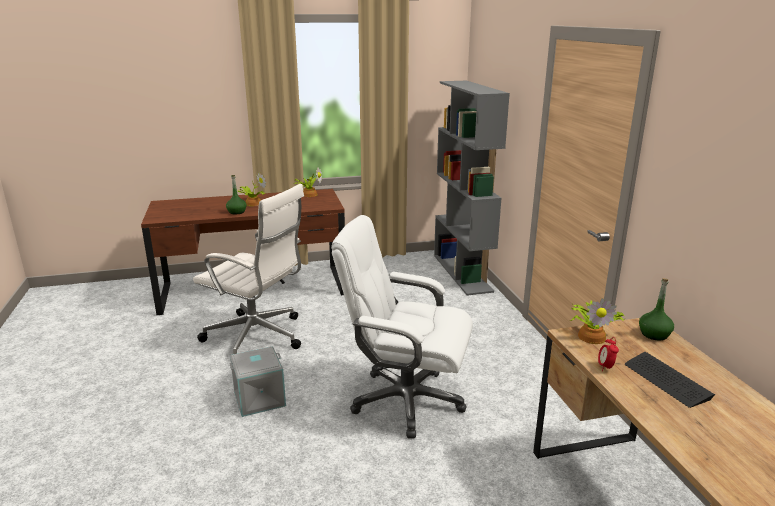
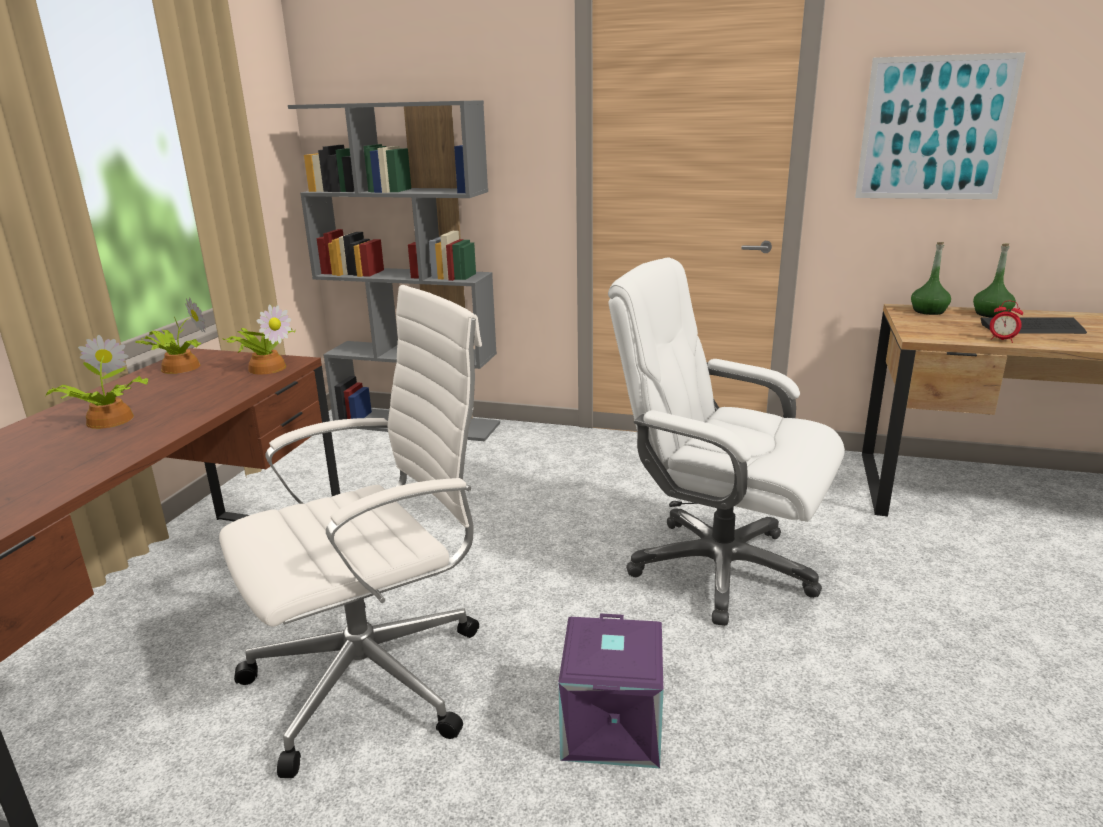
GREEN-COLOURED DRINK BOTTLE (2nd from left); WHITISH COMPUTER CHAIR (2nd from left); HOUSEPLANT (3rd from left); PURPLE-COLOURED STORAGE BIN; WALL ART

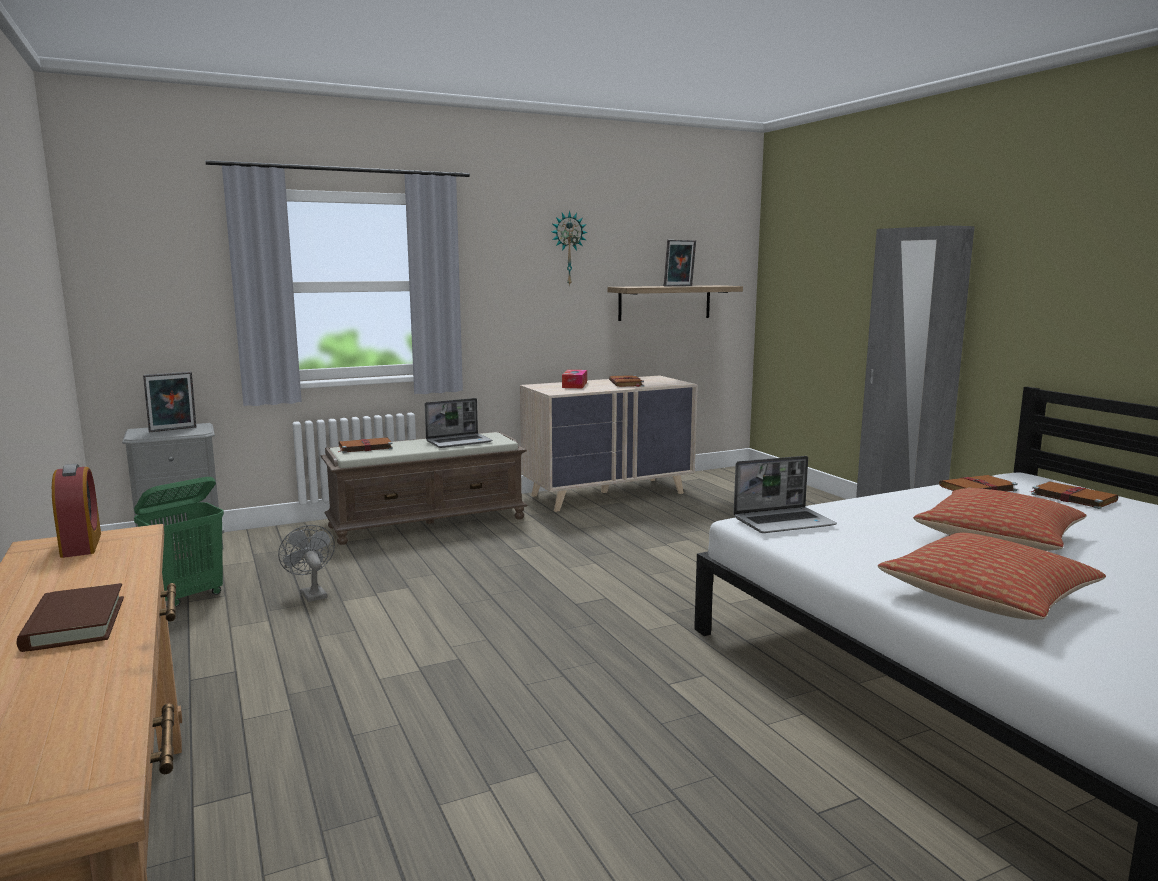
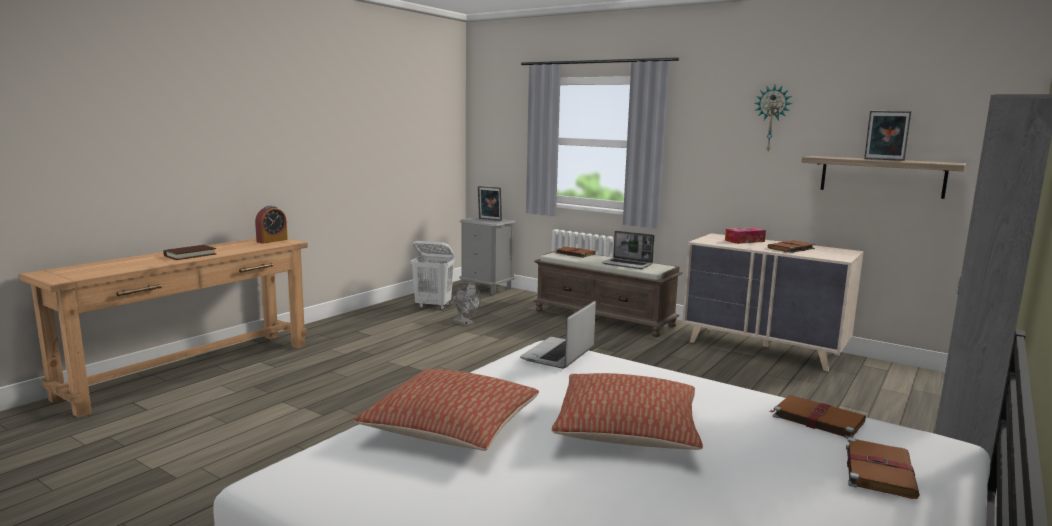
LAPTOP (1st from left); WHITISH LAUNDRY BASKET; GREY COOLING FAN

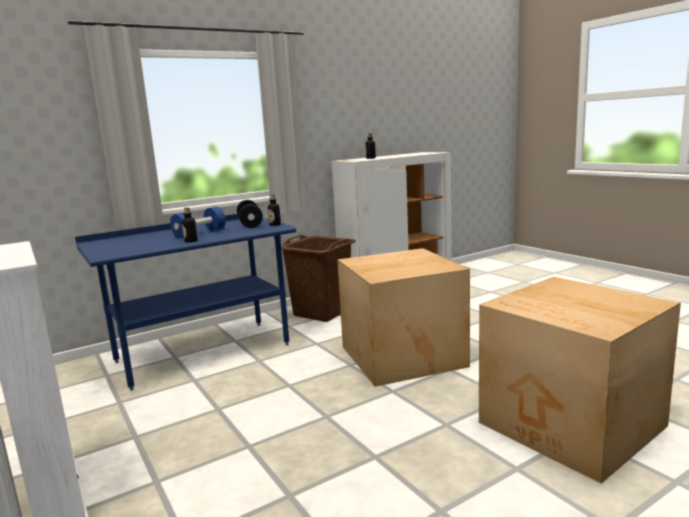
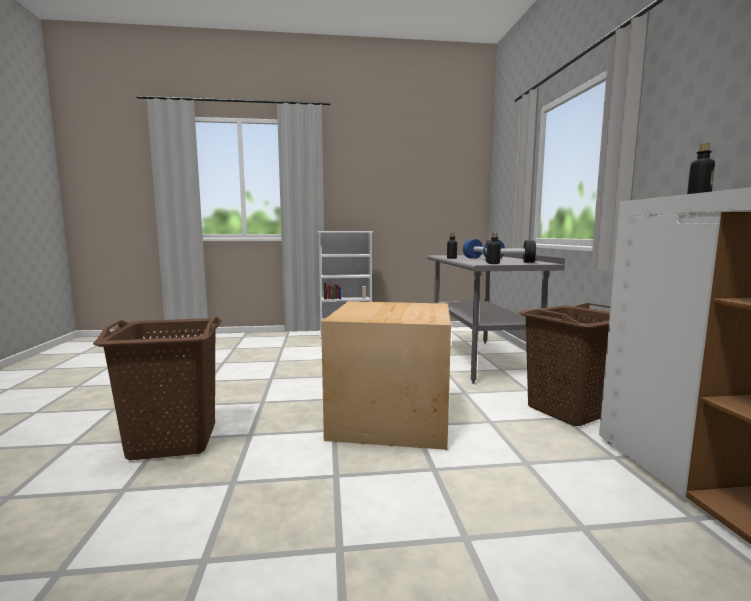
GREY DESK; BROWNISH LAUNDRY BASKET (1st from left)

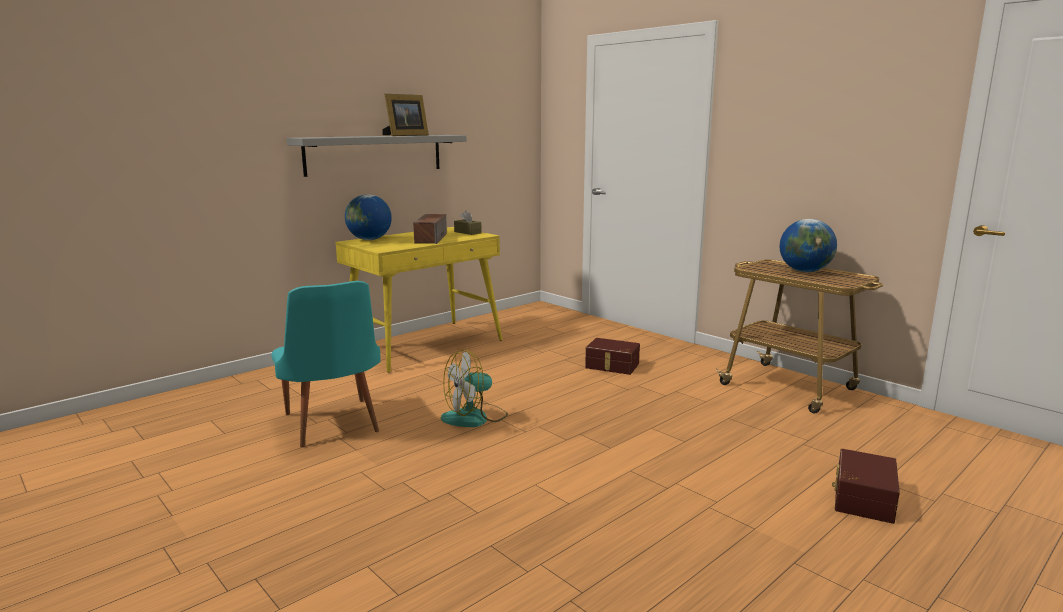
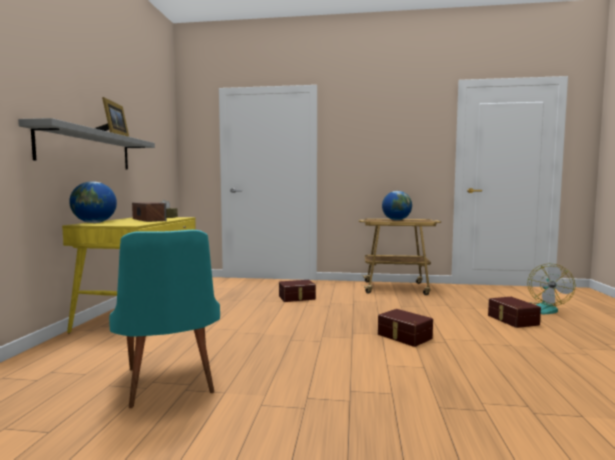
TURQUOISE CHAIR; COOLING FAN; BROWNISH STORAGE BIN (2nd from left)

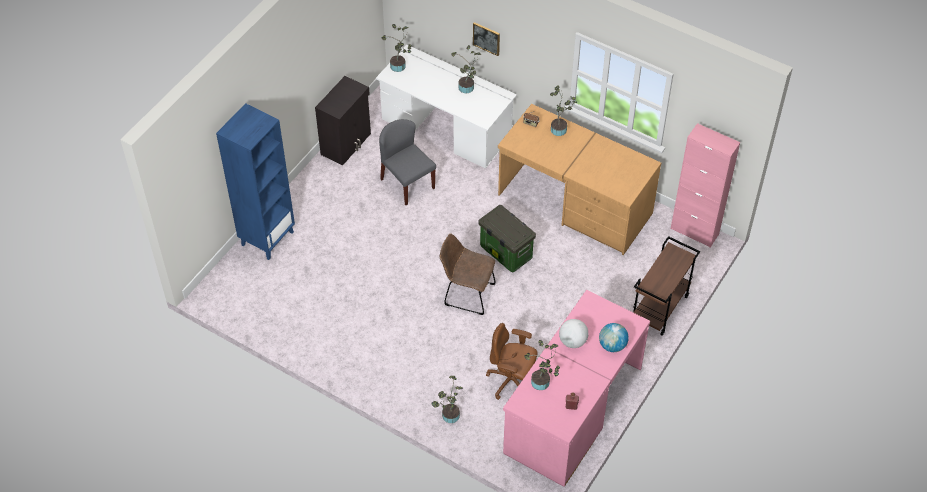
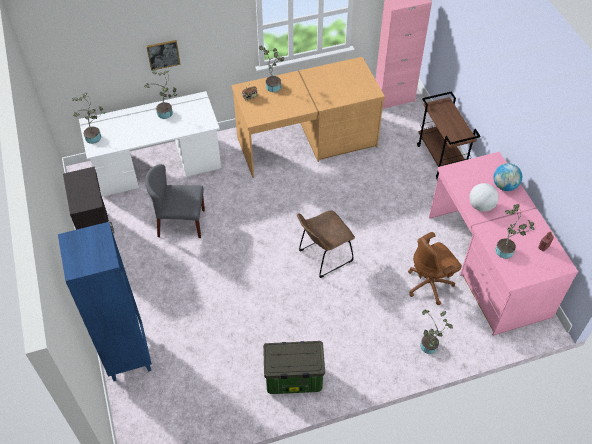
STORAGE BIN

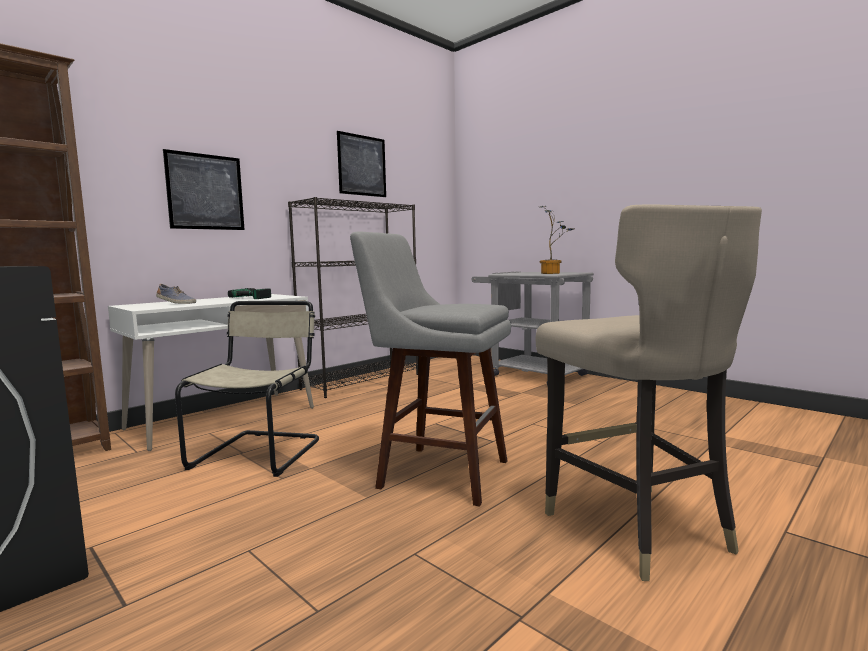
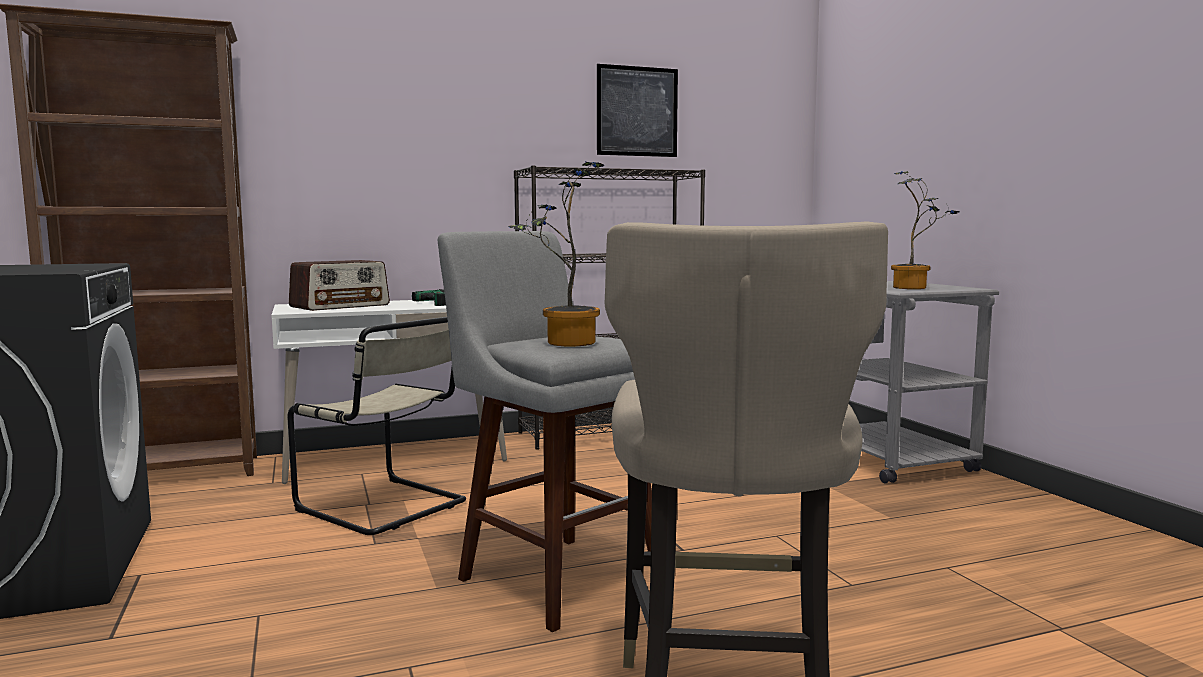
WALL ART (1st from left in the first image); RADIO SET; BEIGE CHAIR; HOUSEPLANT (1st from left)

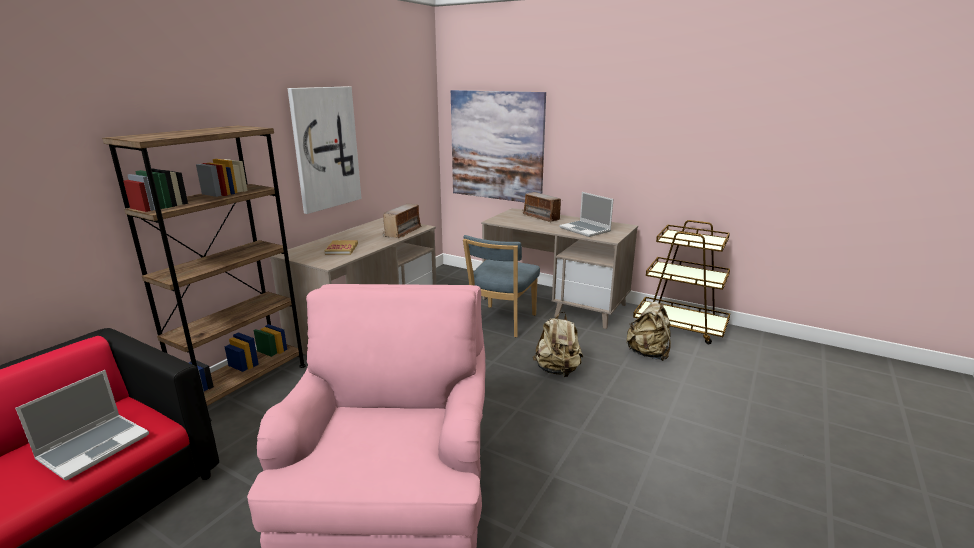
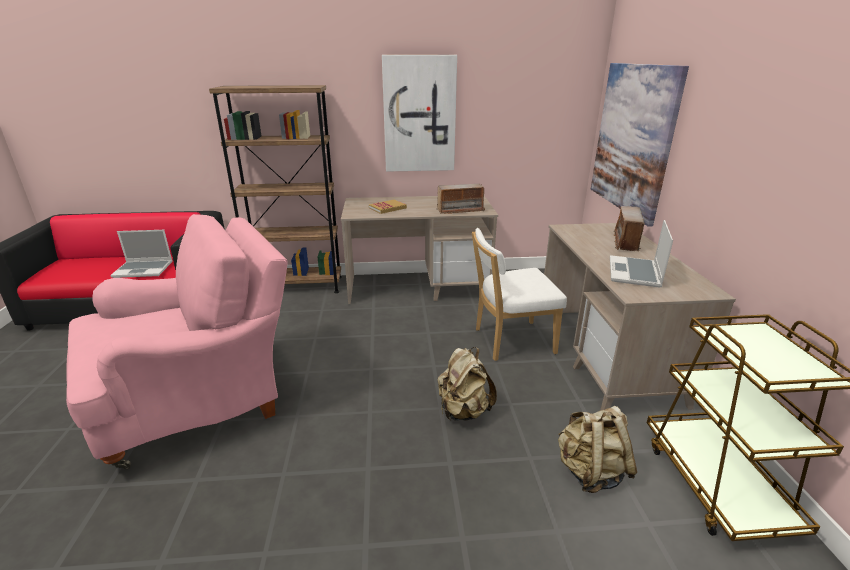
WHITISH CHAIR

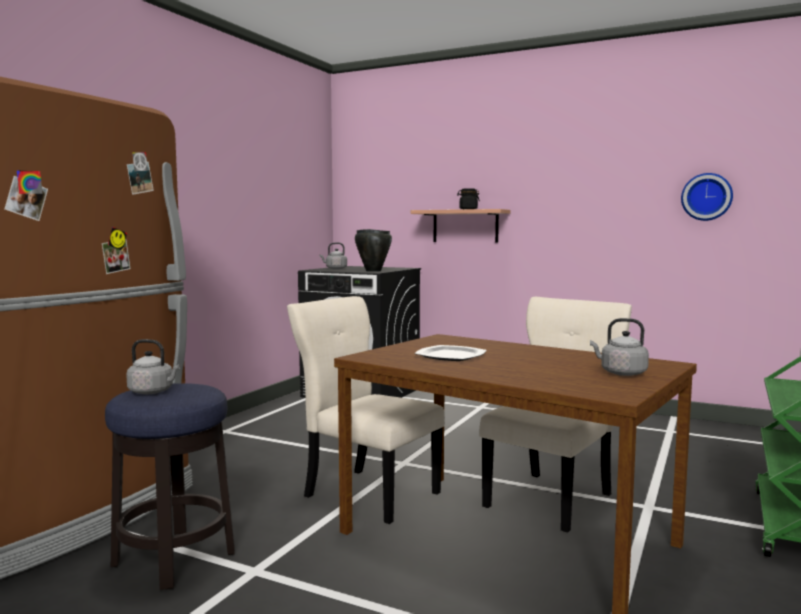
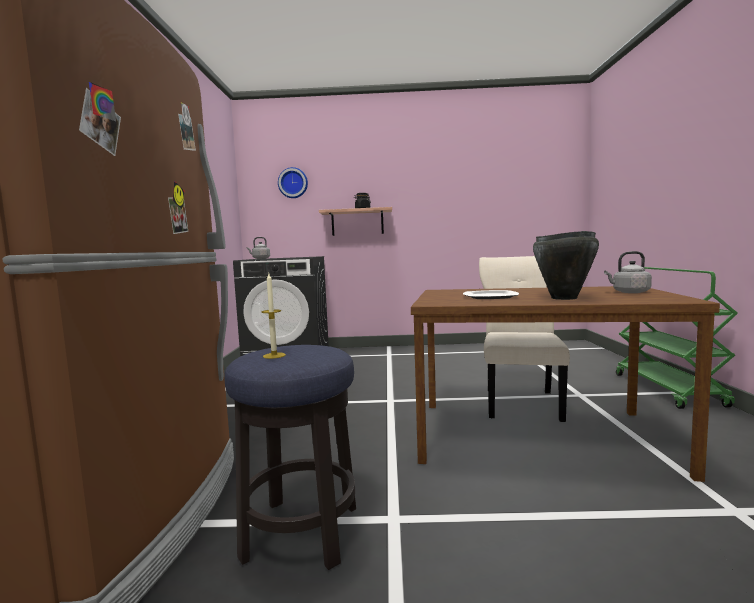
WALL CLOCK; BLACK-COLOURED STOCKPOT; BEIGE CHAIR (1st from left in the first image); WAX LIGHT

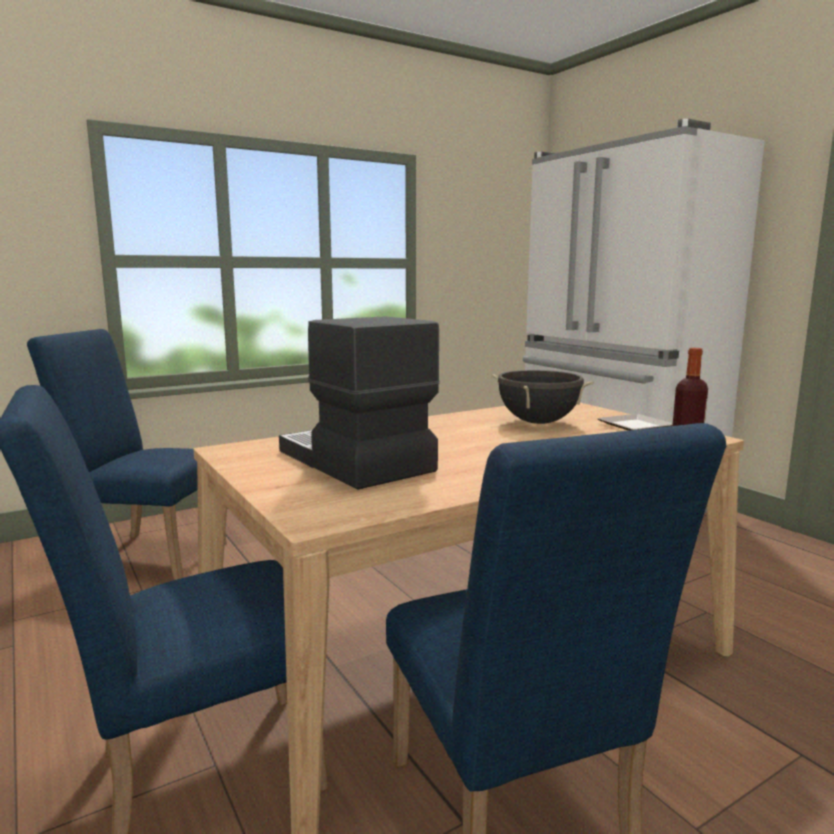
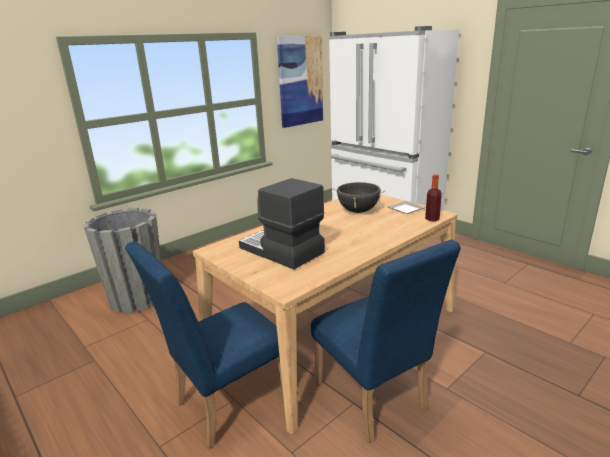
GREY PLANTER; WALL ART

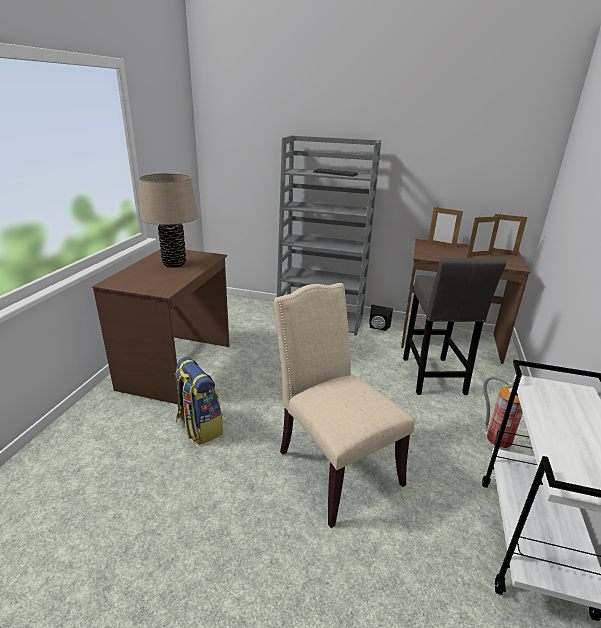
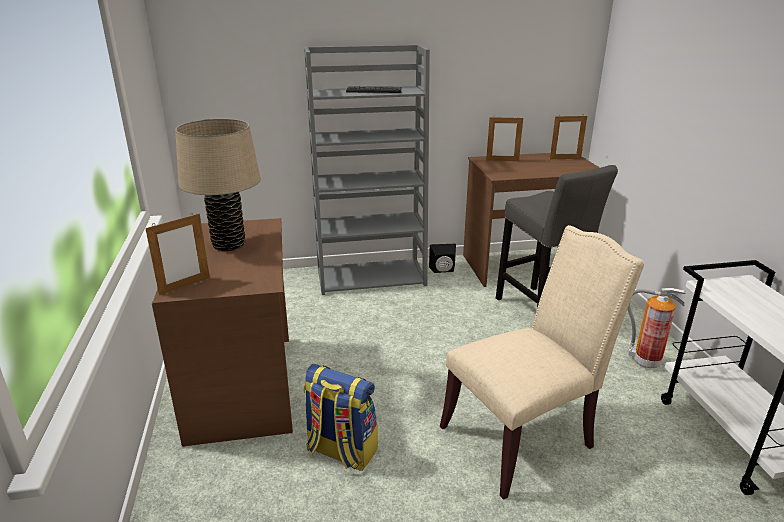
PHOTO FRAME (1st from left); BEIGE CHAIR

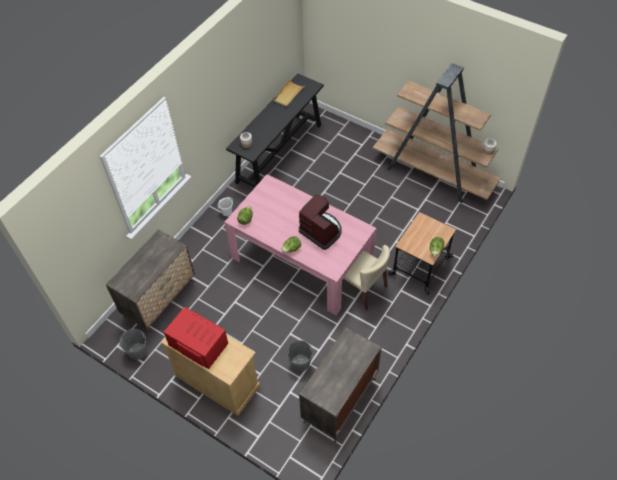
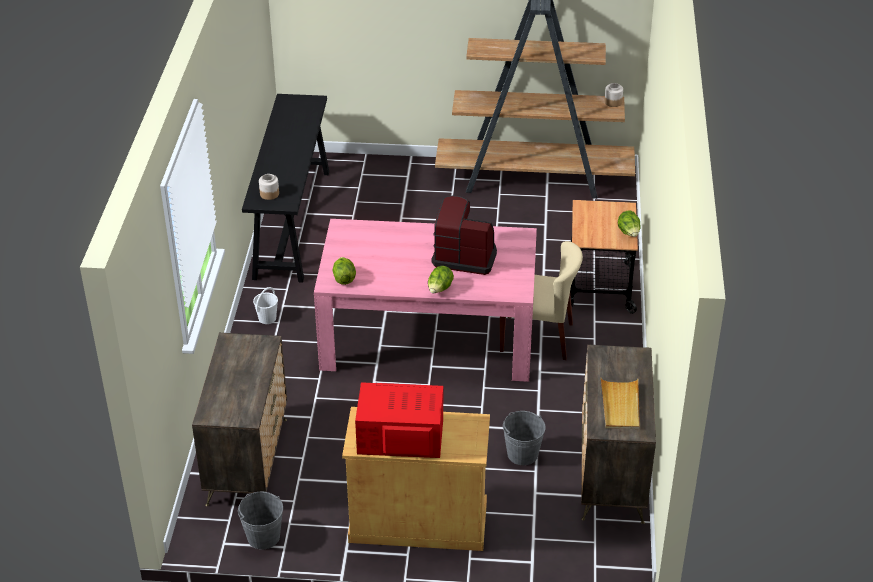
BEIGE CARRYING TRAY

